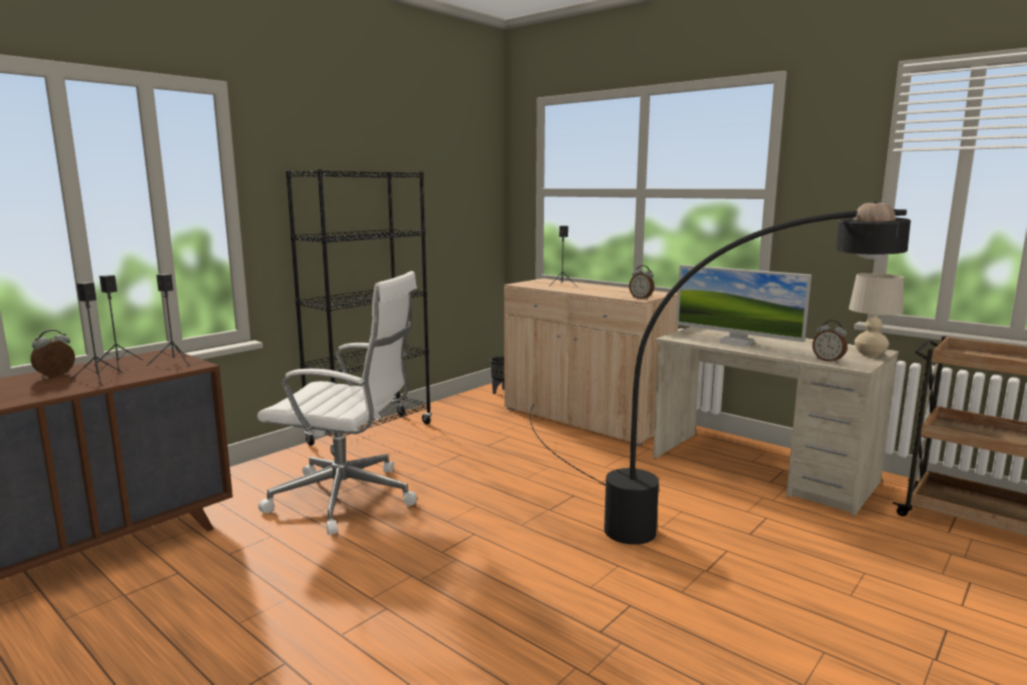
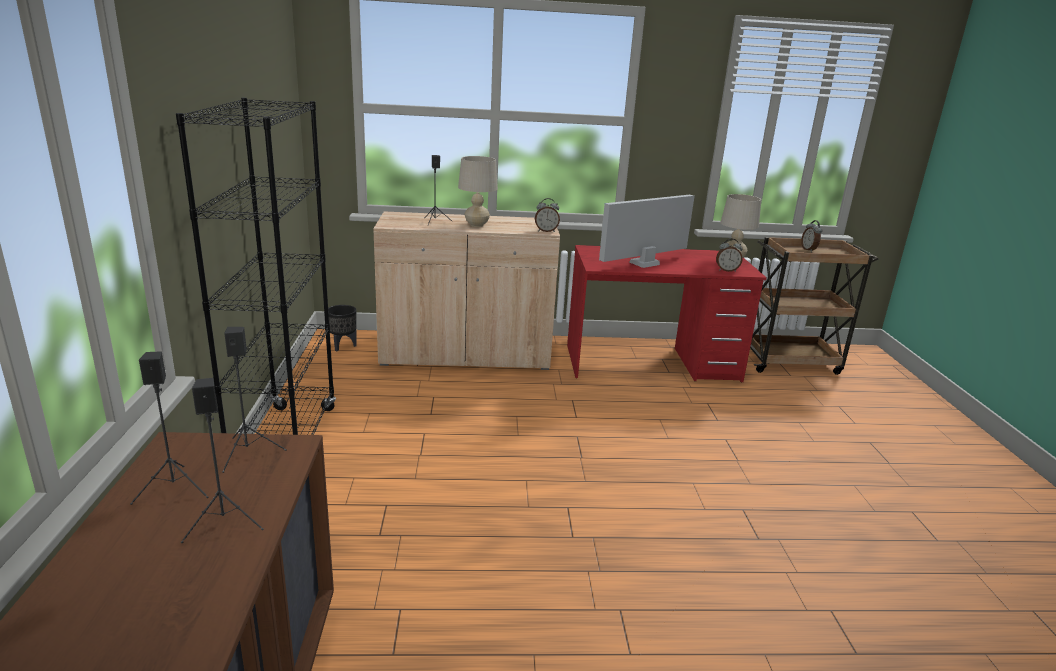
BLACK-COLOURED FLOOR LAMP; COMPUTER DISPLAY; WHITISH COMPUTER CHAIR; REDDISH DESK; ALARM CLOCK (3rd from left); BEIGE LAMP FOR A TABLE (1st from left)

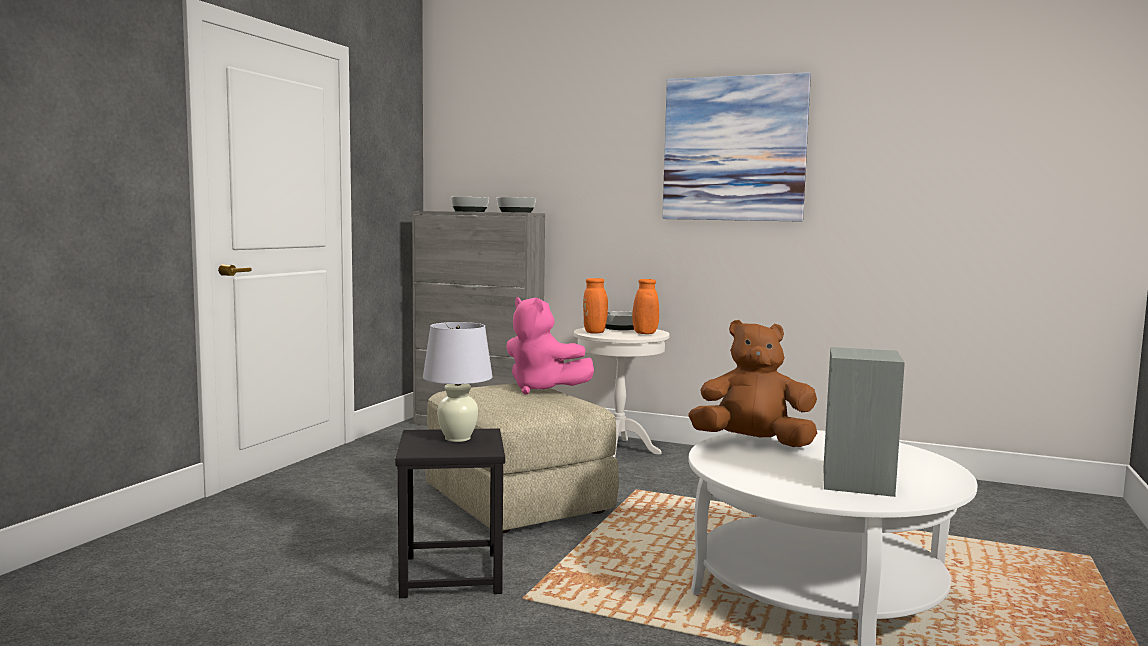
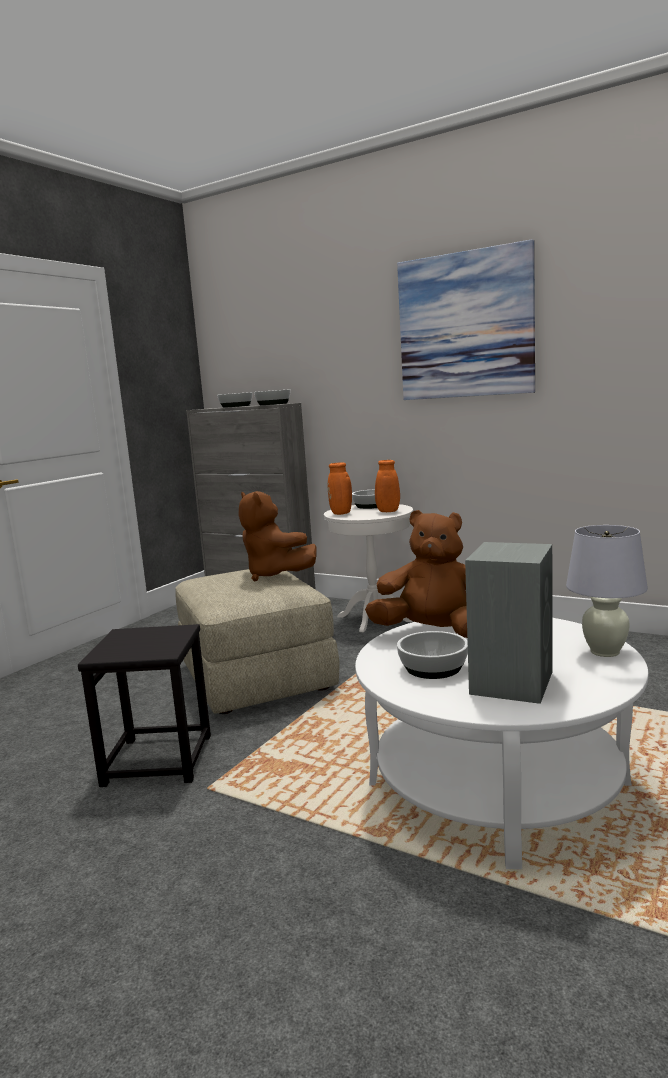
BROWNISH CUDDLY TOY (1st from left); WHITISH LAMP FOR A TABLE; DEEP DISH (4th from left)

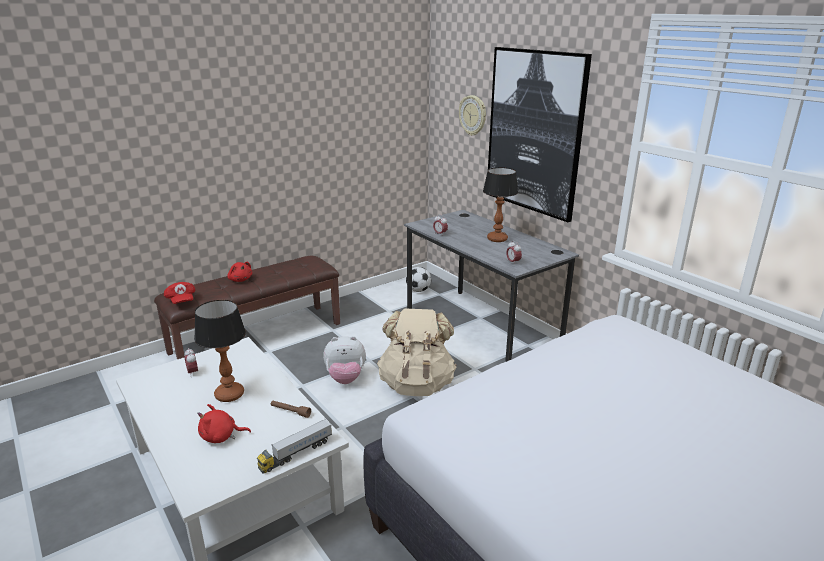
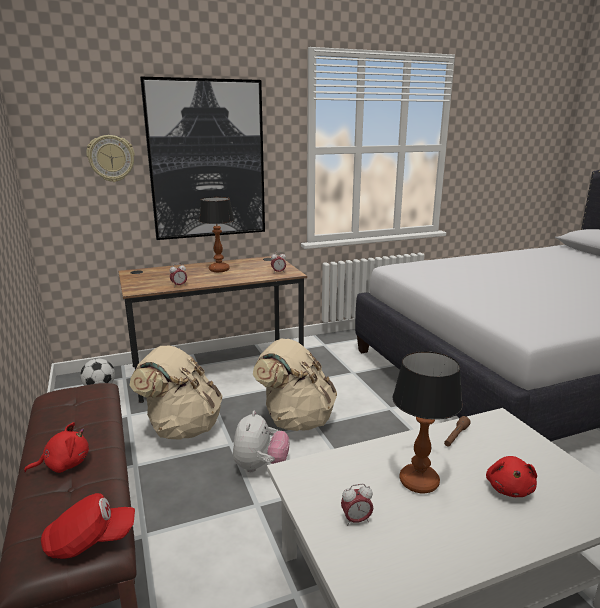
BROWNISH DESK; TOY LORRY; BEIGE KNAPSACK (1st from left)

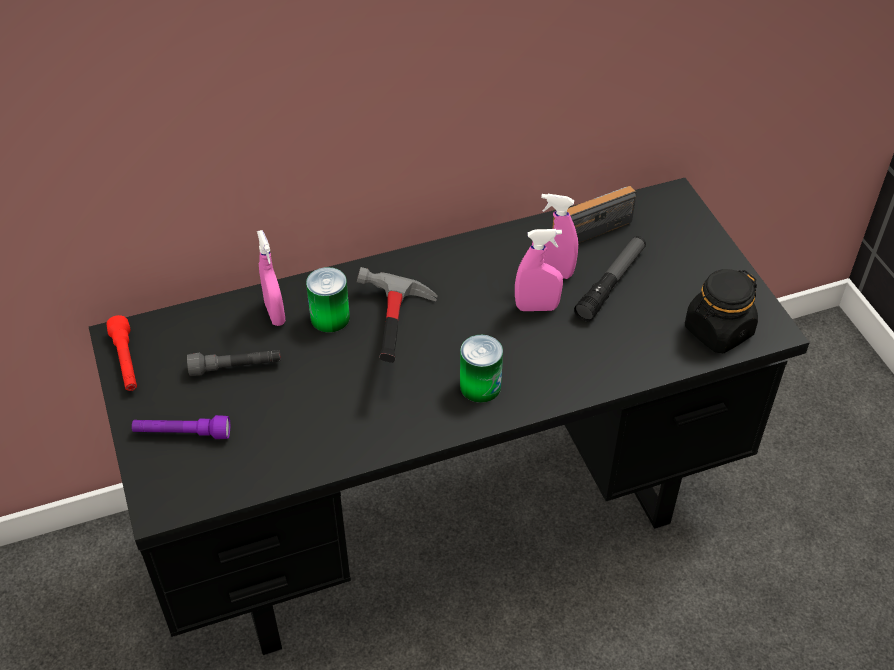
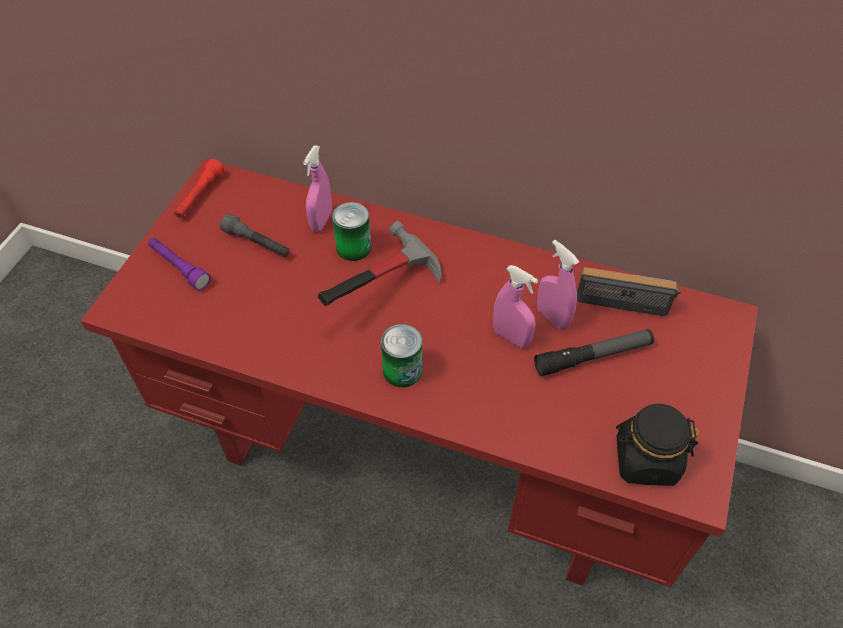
REDDISH DESK

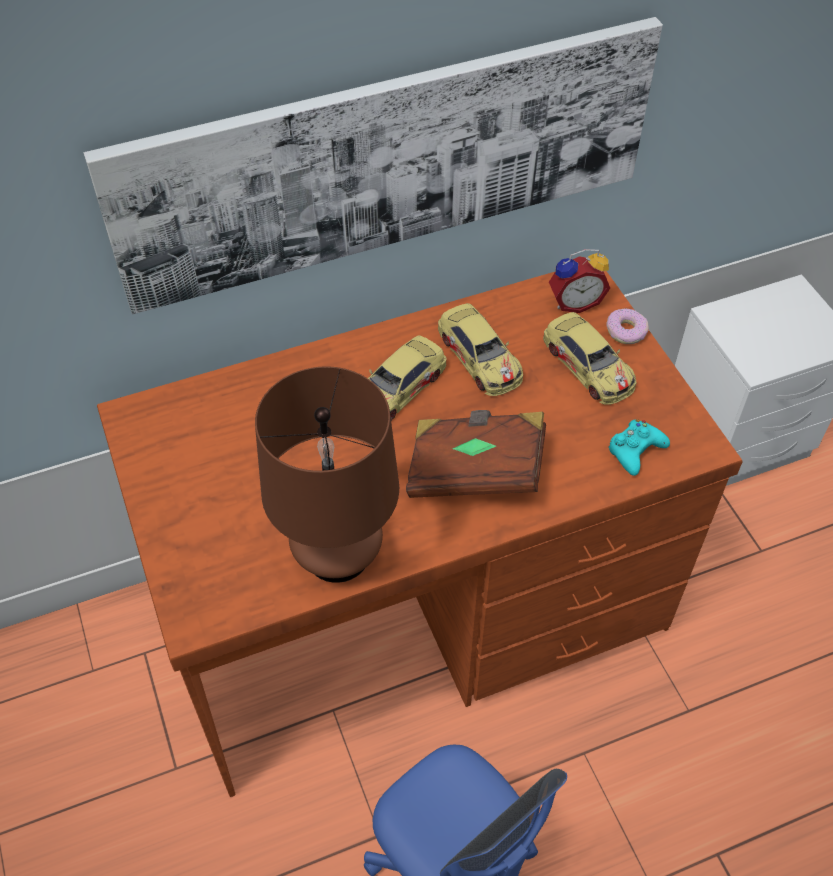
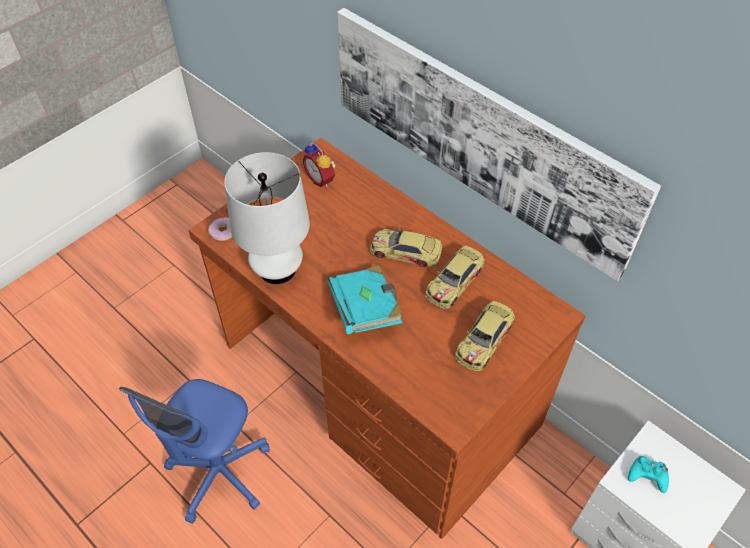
ALARM CLOCK; DONUT; WHITISH LAMP FOR A TABLE; TURQUOISE VOLUME; TURQUOISE JOYPAD

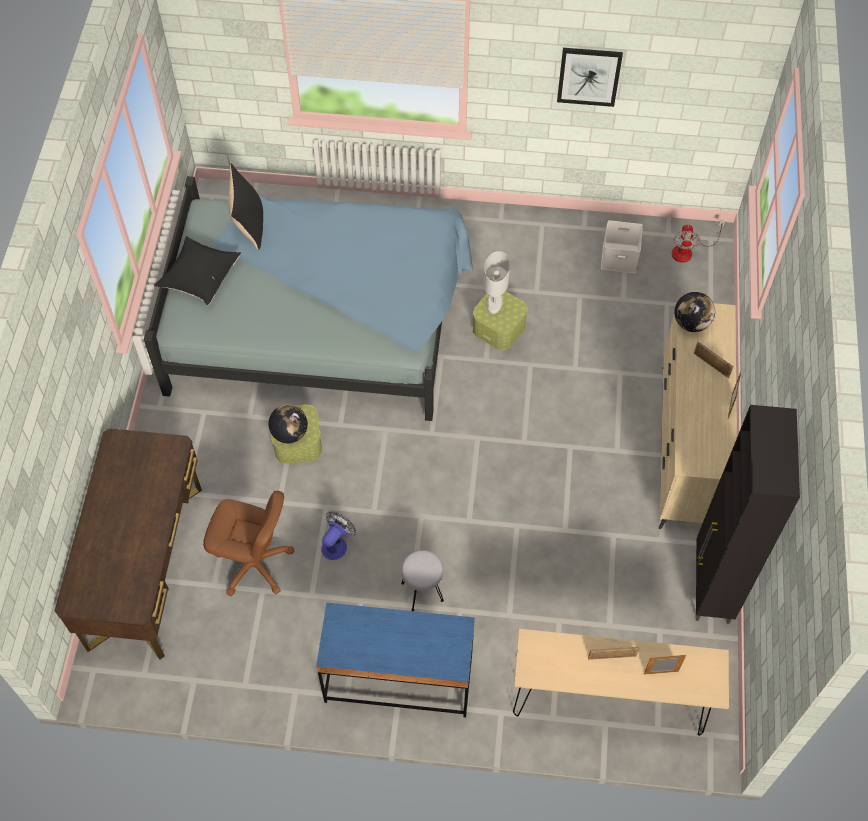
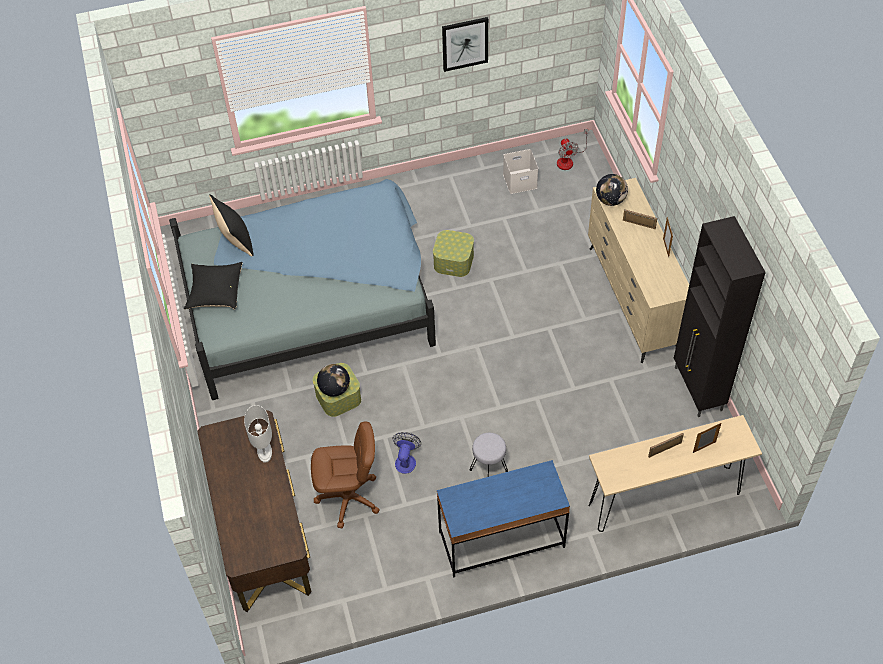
WHITISH LAMP FOR A TABLE

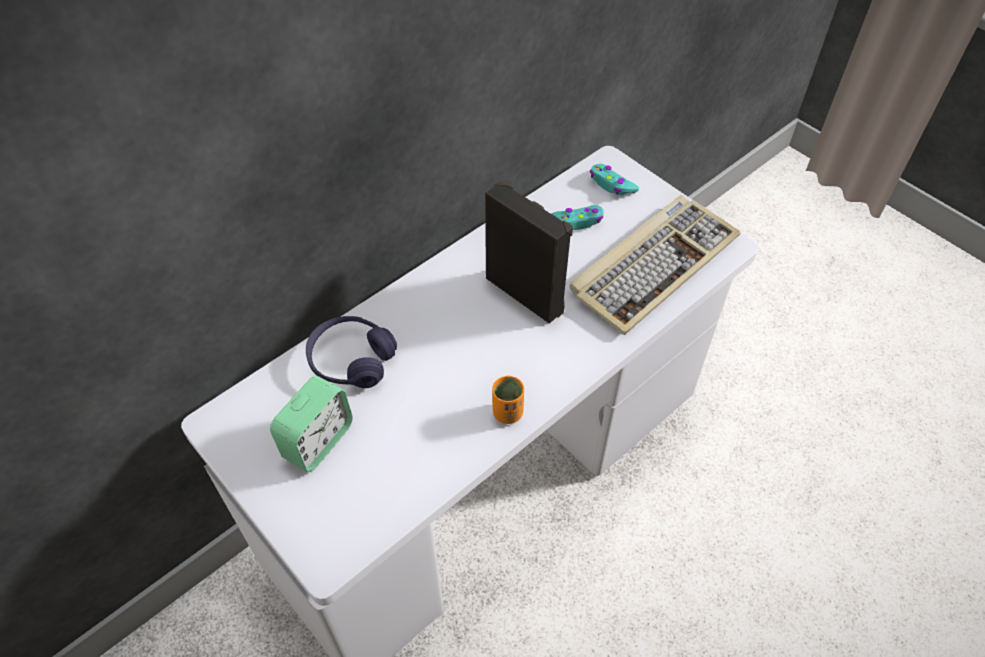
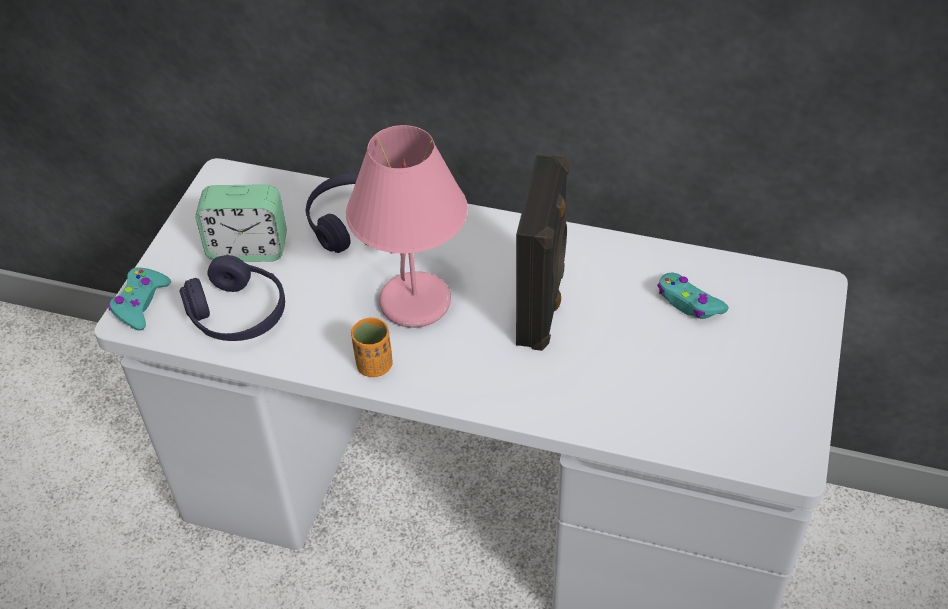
TURQUOISE JOYPAD (1st from left); KEYBOARD; PINK-COLOURED LAMP FOR A TABLE; PURPLE-COLOURED HEADPHONES (1st from left)

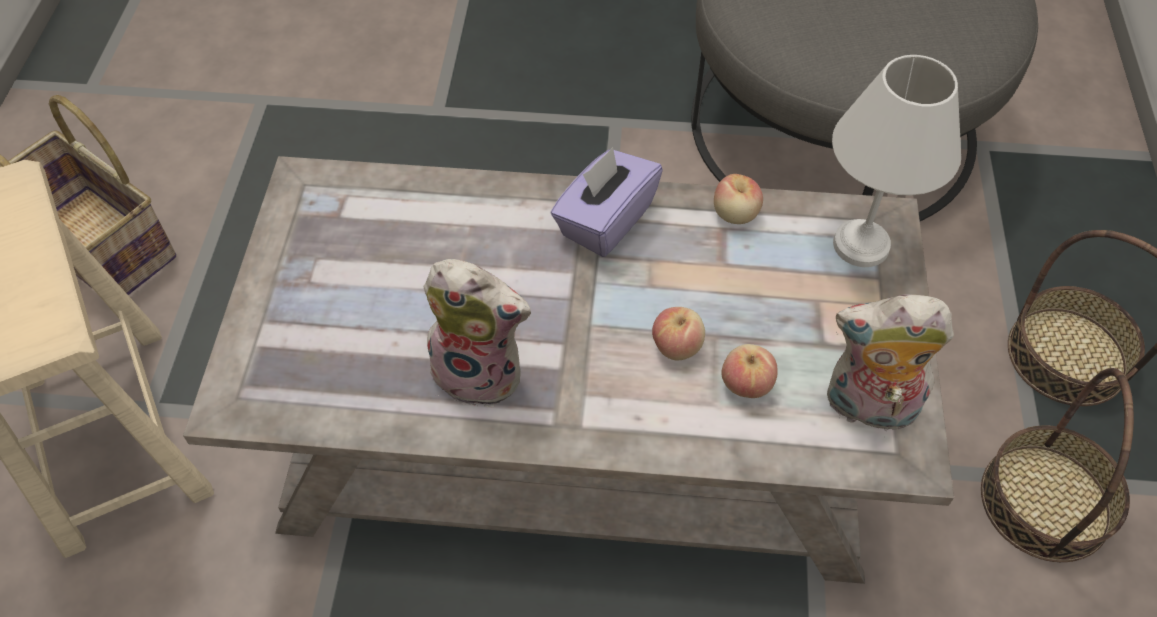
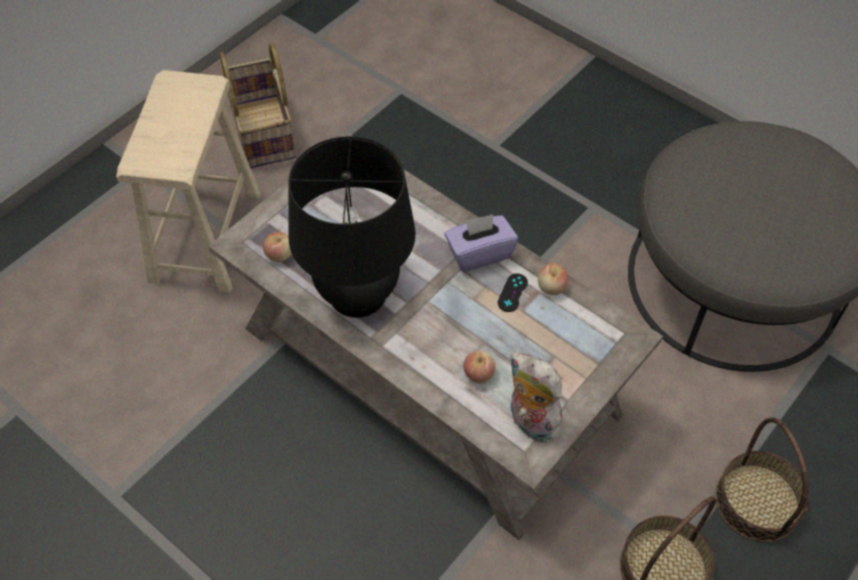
WHITISH LAMP FOR A TABLE; BLACK-COLOURED LAMP FOR A TABLE; APPLE FRUIT (1st from left); BLACK-COLOURED JOYPAD

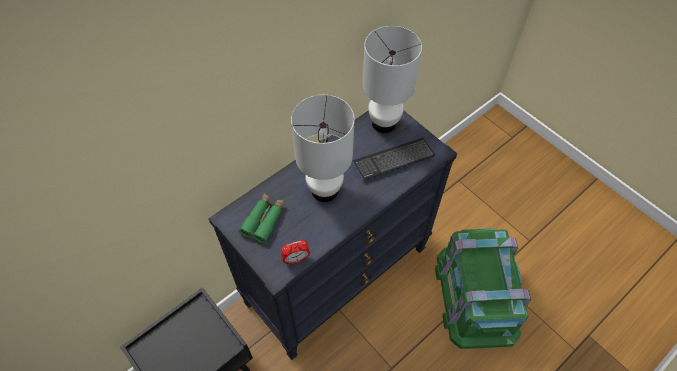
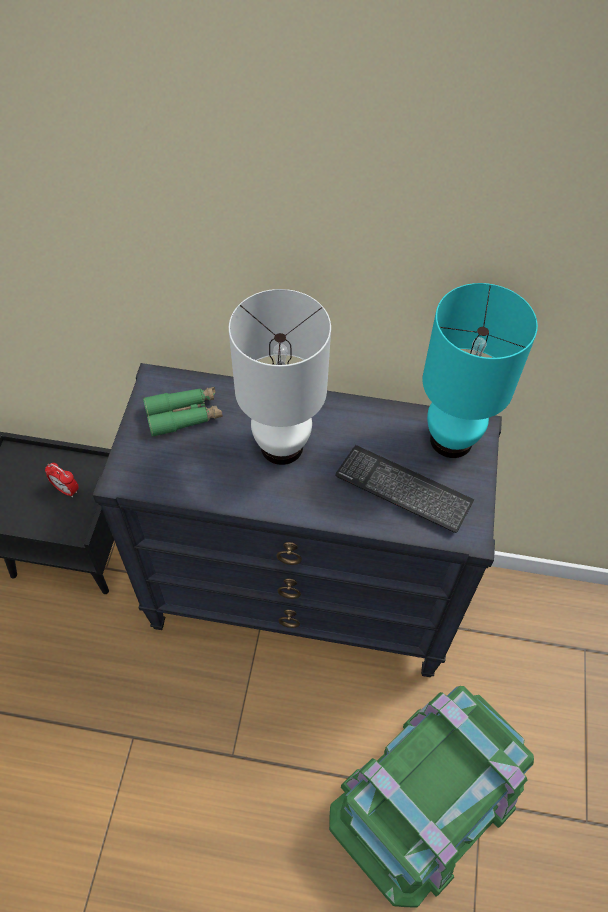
TURQUOISE LAMP FOR A TABLE; ALARM CLOCK

